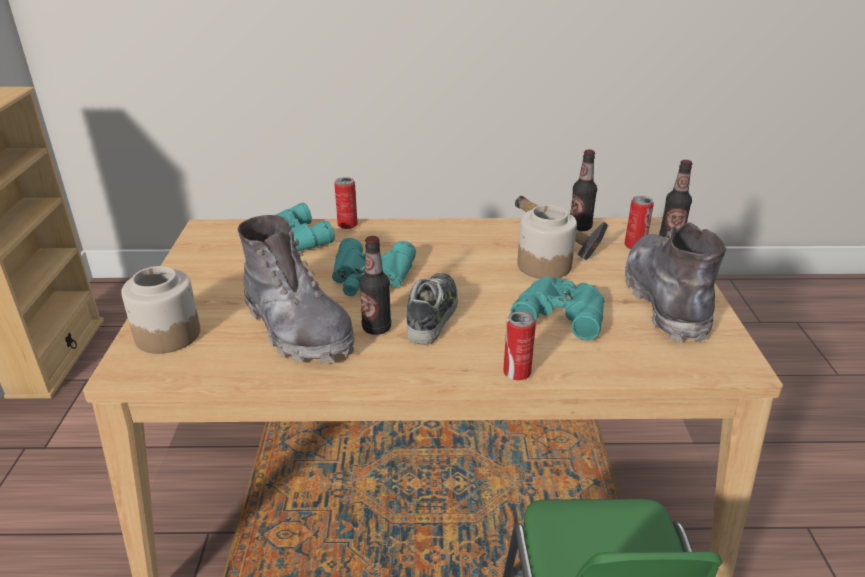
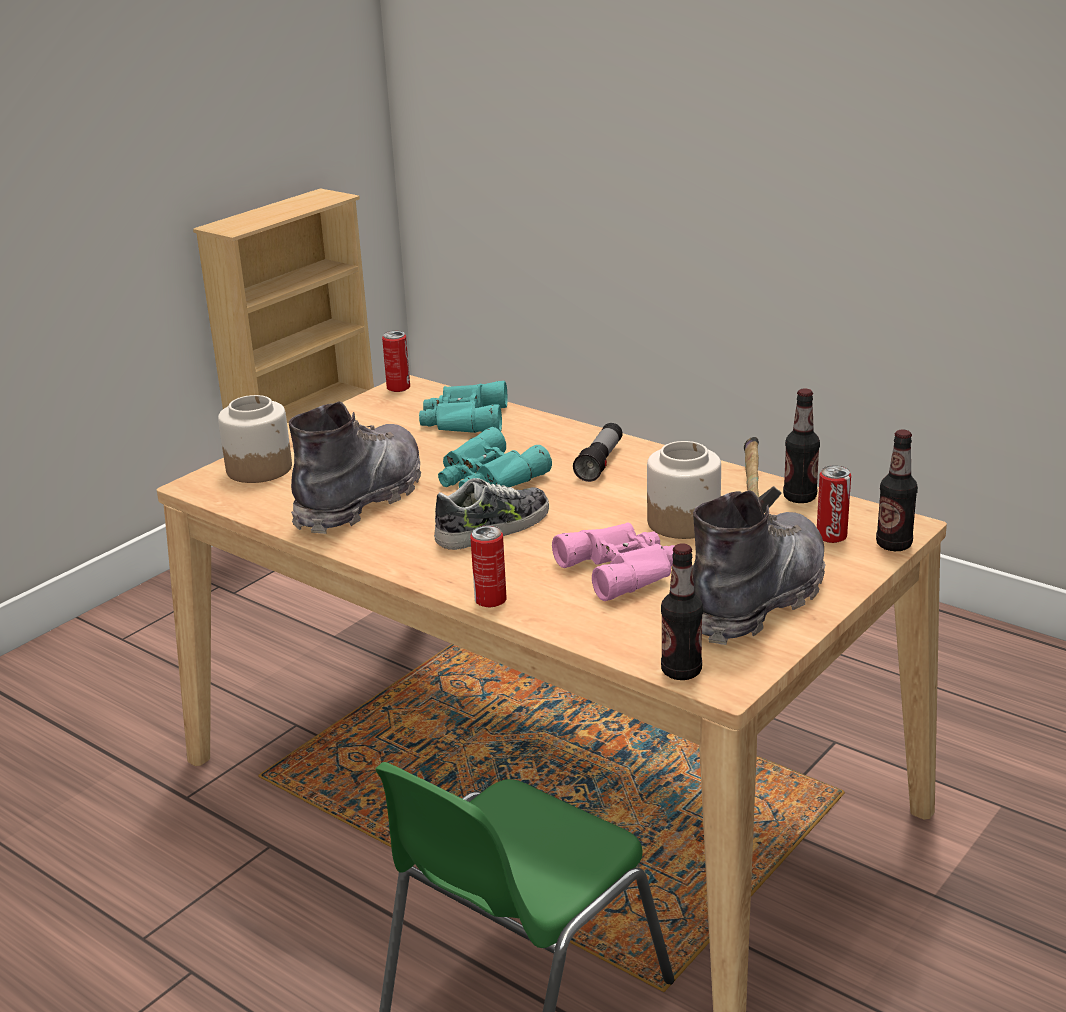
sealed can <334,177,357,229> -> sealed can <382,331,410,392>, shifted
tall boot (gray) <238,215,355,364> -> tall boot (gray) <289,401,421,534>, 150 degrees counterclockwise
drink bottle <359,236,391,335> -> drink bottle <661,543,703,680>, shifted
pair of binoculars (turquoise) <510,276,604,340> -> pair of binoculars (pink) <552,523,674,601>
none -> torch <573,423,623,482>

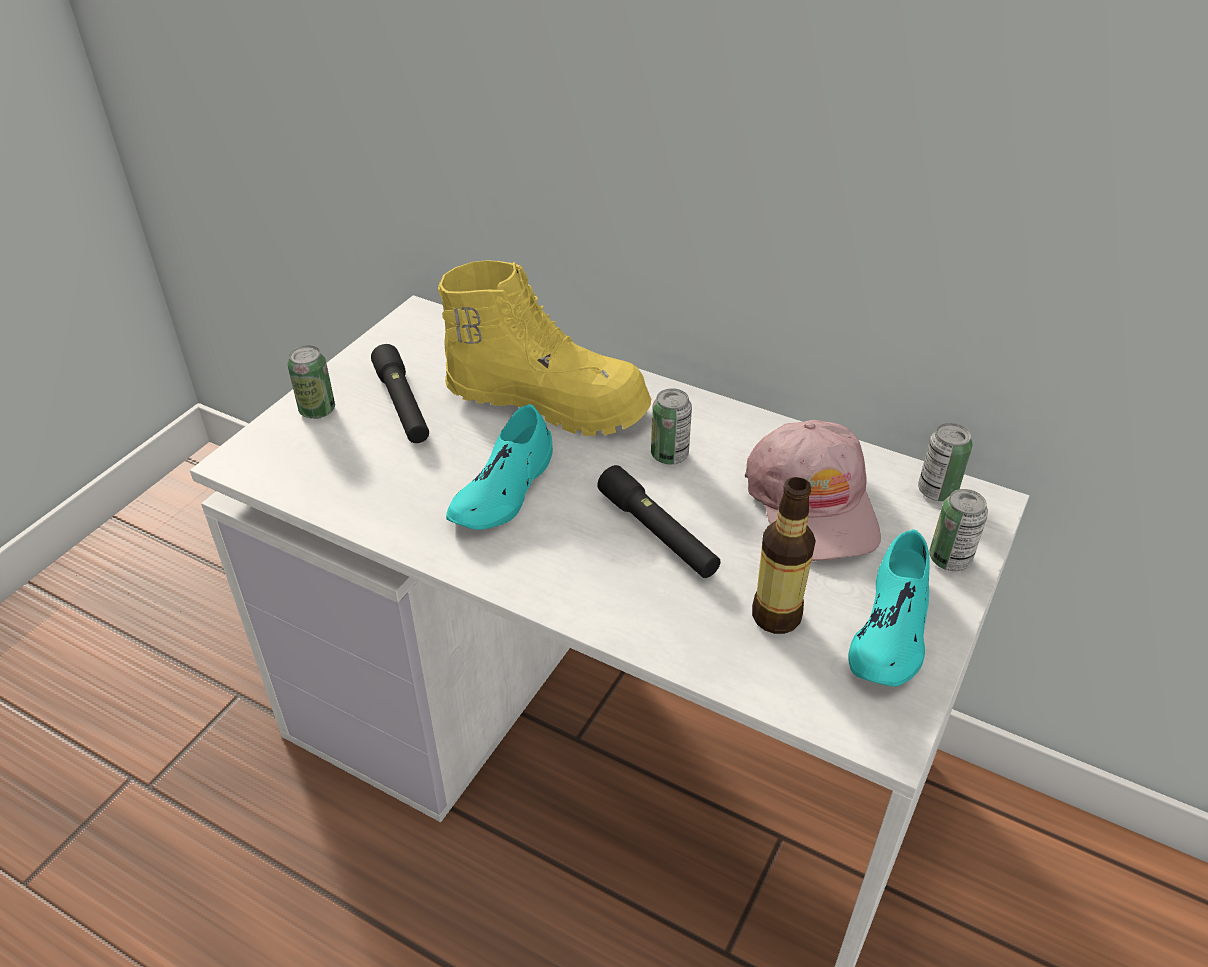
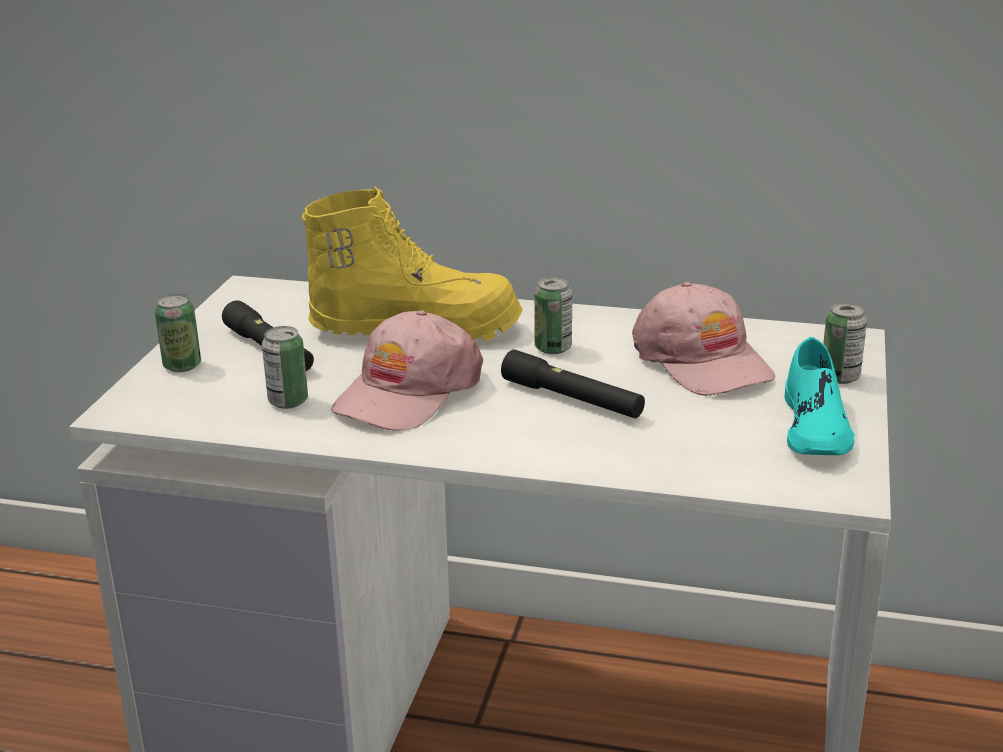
item of footwear (turquoise) <446,404,553,530> -> cap (pink) <331,310,483,431>
sealed can <918,423,972,501> -> sealed can <262,326,308,409>, shifted
drink bottle <752,477,816,634> -> none

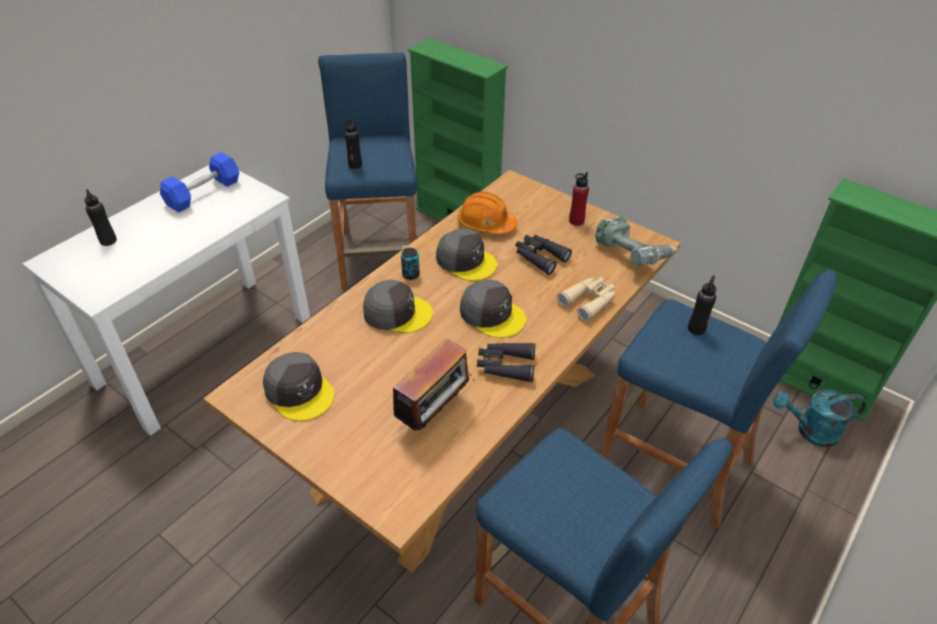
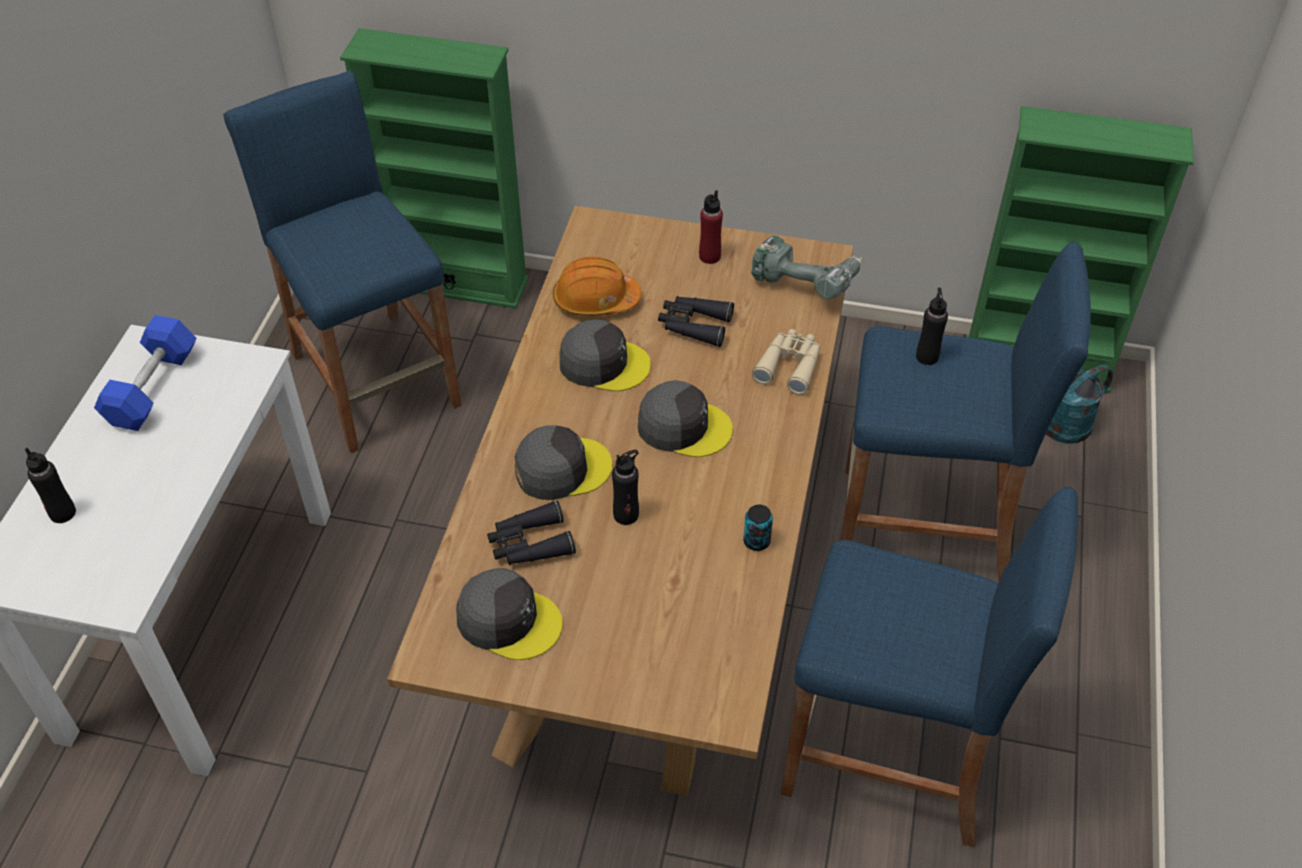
drink bottle (black-coloured) <345,119,362,169> -> drink bottle (black-coloured) <612,450,639,525>, shifted
sealed can <401,248,420,280> -> sealed can <743,504,773,551>, shifted
radio receiver <384,338,474,431> -> none
pair of binoculars (black-coloured) <477,343,535,383> -> pair of binoculars (black-coloured) <487,500,576,565>, shifted

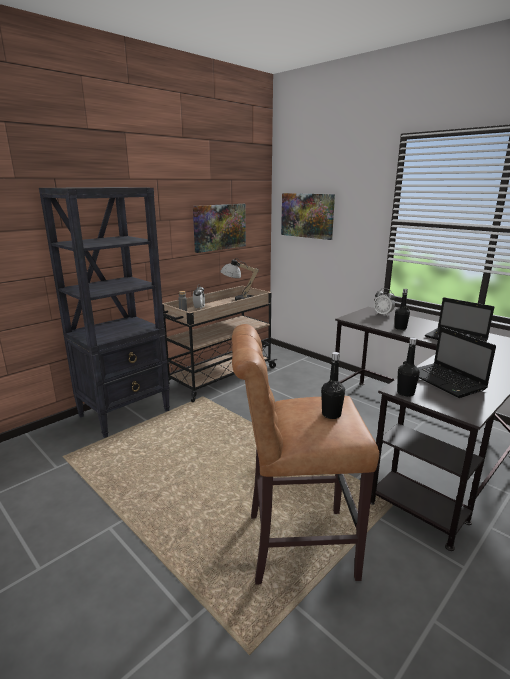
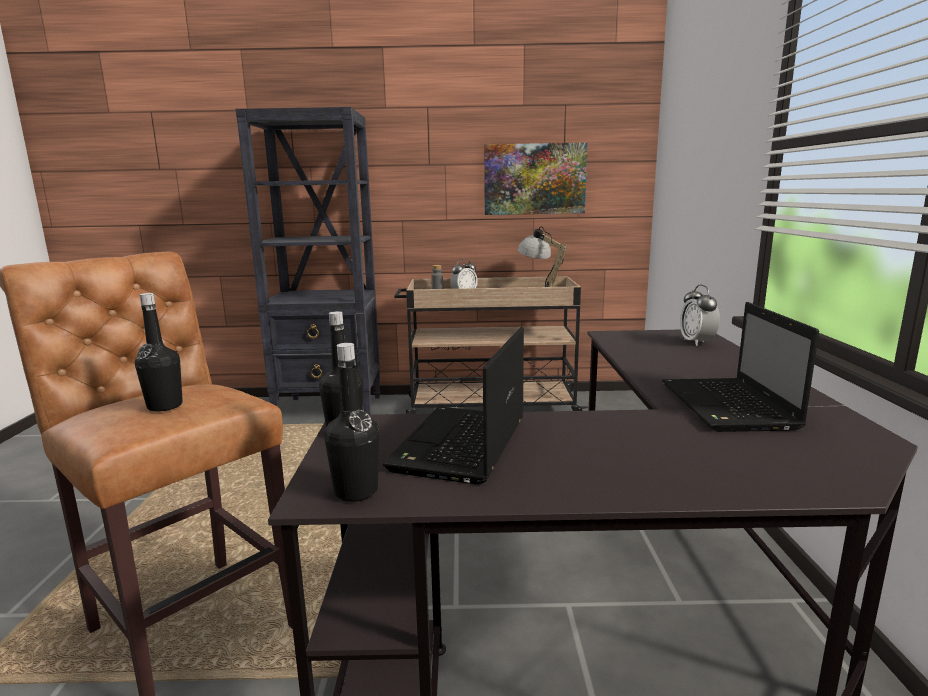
picture <281,193,335,240> -> none
drink bottle (black-coloured) <394,289,410,330> -> drink bottle (black-coloured) <324,343,380,502>, shifted

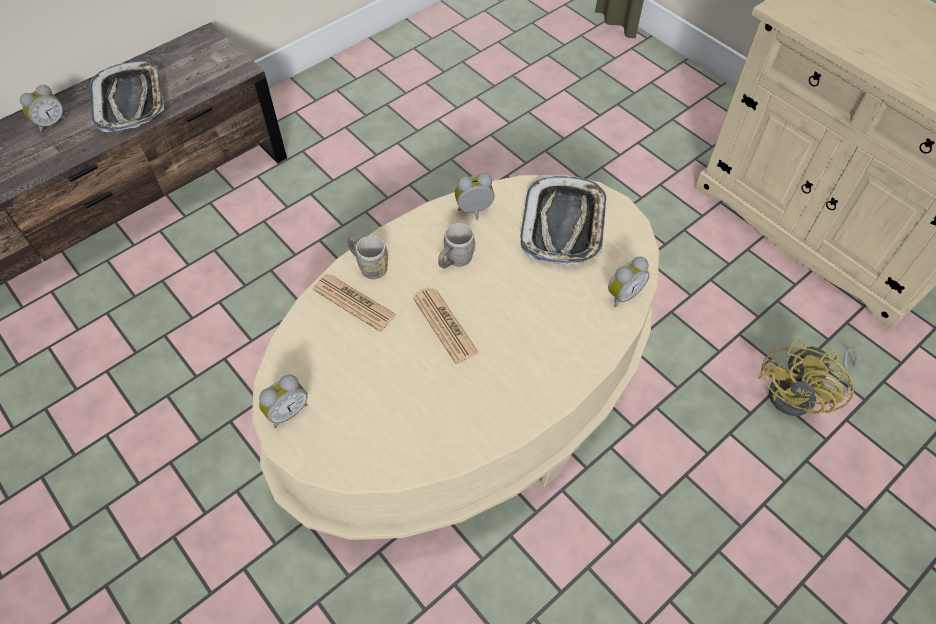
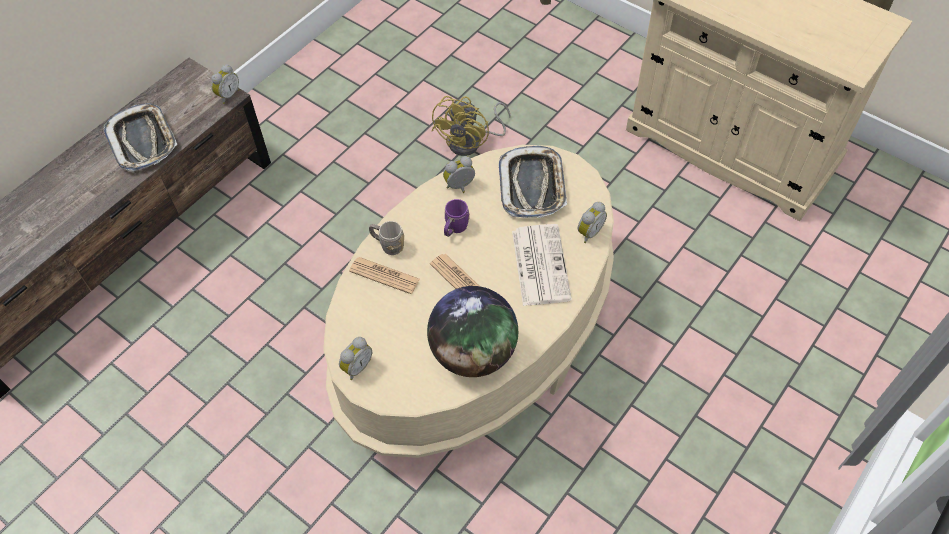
table clock <20,85,67,133> -> table clock <211,64,239,104>, shifted
coffee mug (gray) <438,223,475,269> -> coffee mug (purple-coloured) <444,199,470,237>
cooling fan (yellowish) <758,339,858,416> -> cooling fan (yellowish) <432,96,511,156>, shifted
none -> newspaper <512,224,572,306>
none -> world globe <427,286,518,377>

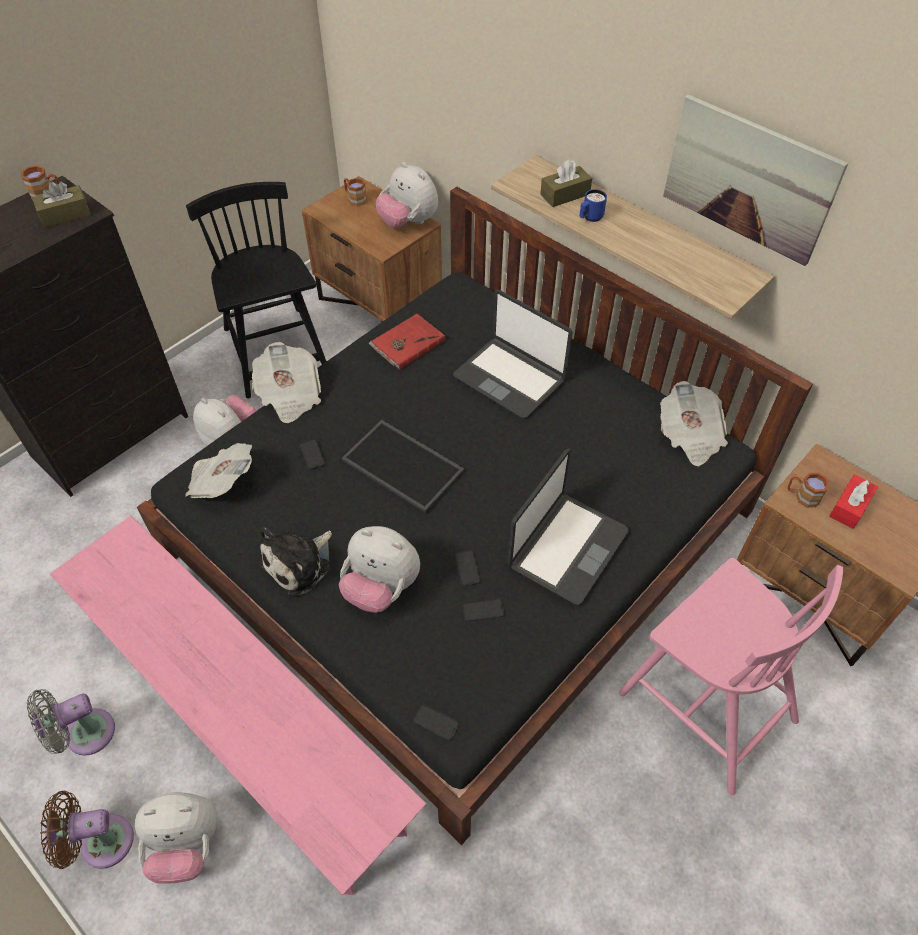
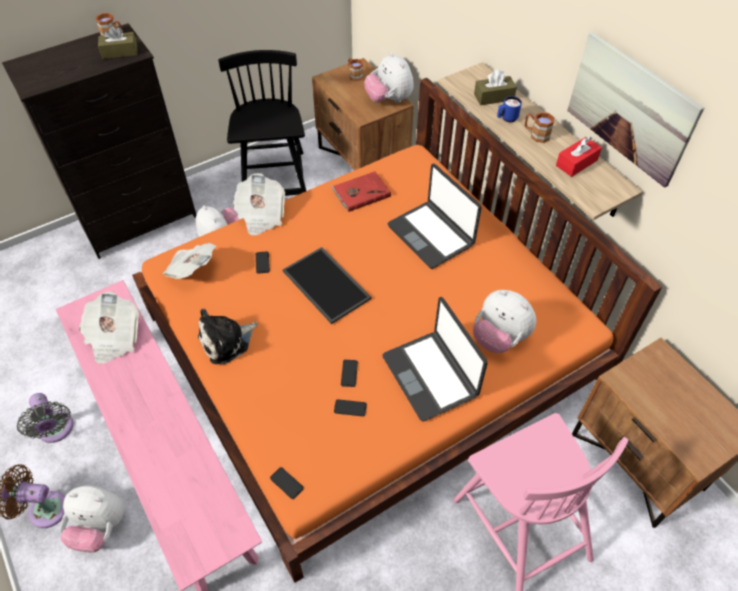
bedroom bed (black-coloured) <137,187,813,845> -> bedroom bed (orange) <132,78,662,583>
newspaper <660,381,728,466> -> newspaper <79,291,139,364>, shifted
laptop <508,449,629,605> -> laptop <382,297,488,421>, 105 degrees clockwise
coffee mug (brownish) <788,472,830,508> -> coffee mug (brownish) <525,112,555,143>, shifted
tissue holder (reddish) <829,475,878,529> -> tissue holder (reddish) <556,136,602,177>, shifted
cuddly toy <339,526,420,613> -> cuddly toy <473,290,536,353>, shifted
cooling fan (gray) <27,689,115,756> -> cooling fan (gray) <17,393,73,443>, 105 degrees counterclockwise

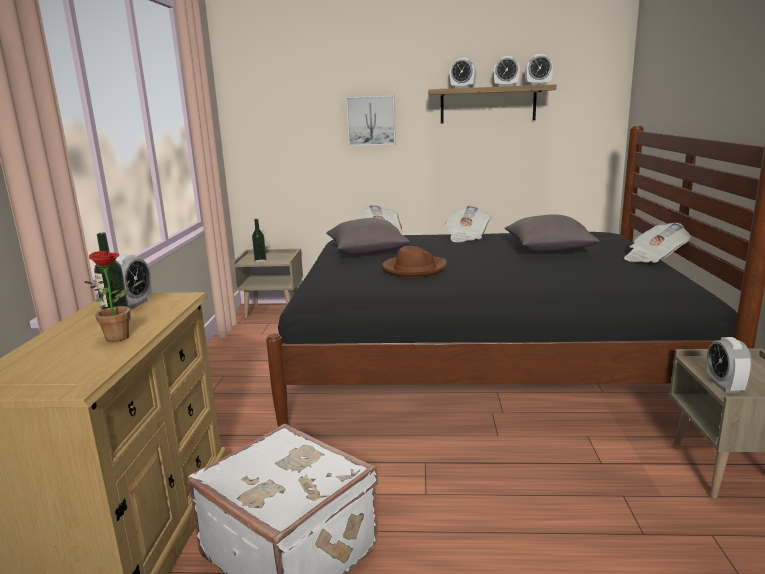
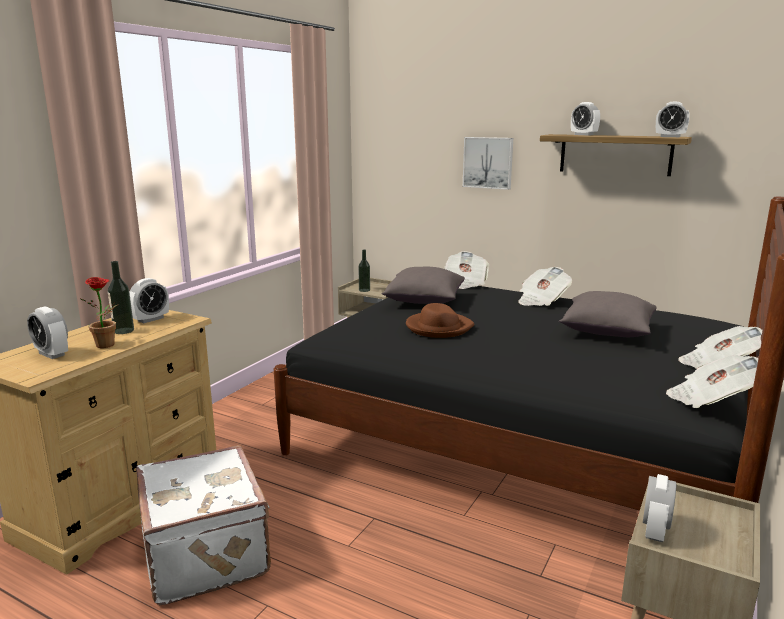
table clock <494,56,520,87> -> table clock <27,306,68,359>, shifted
none -> newspaper <666,355,758,408>

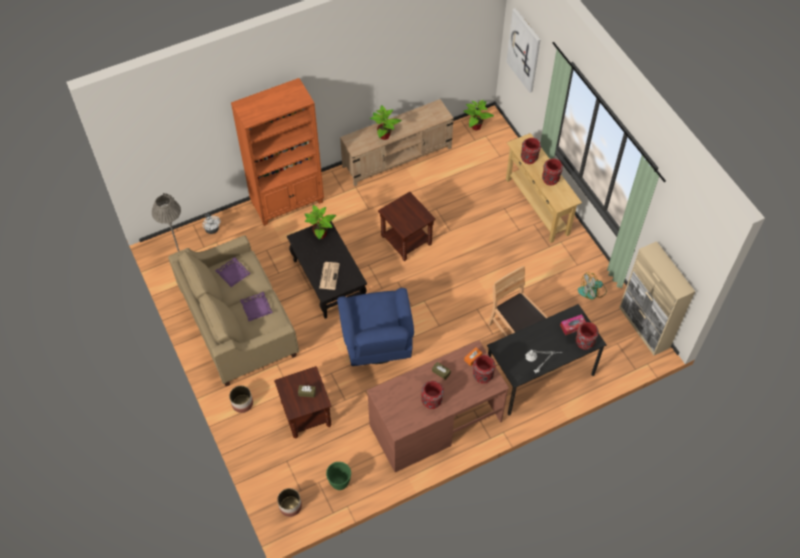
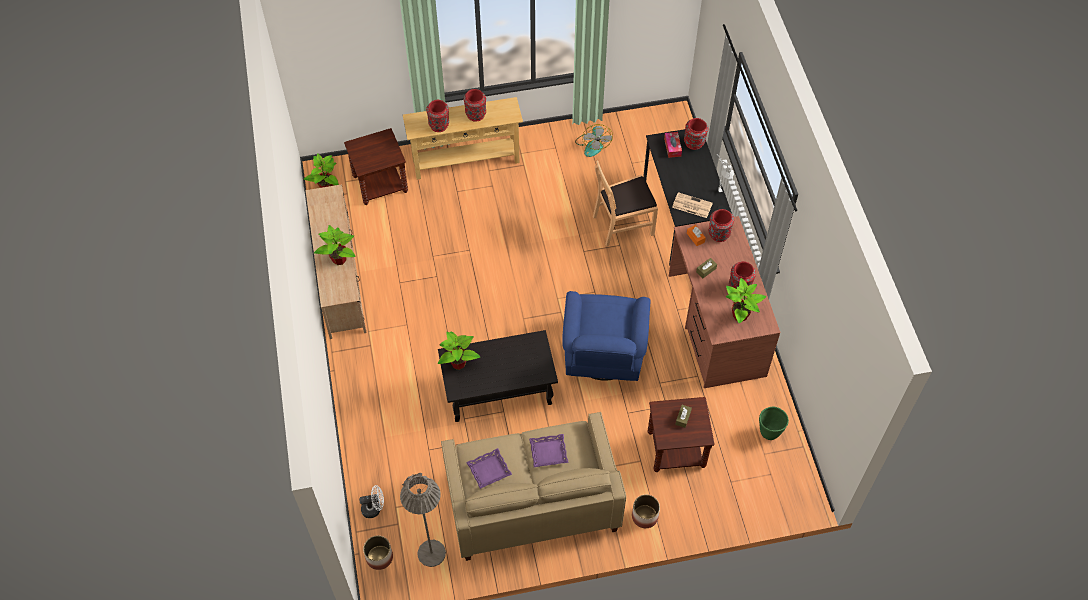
picture <506,8,541,93> -> none
bookcase (orange) <231,78,324,226> -> none
side table (brownish) <378,192,436,261> -> side table (brownish) <344,128,408,205>, shifted
cupboard (sand-coloured) <619,241,695,355> -> none
newspaper <319,262,340,290> -> newspaper <672,192,713,218>, shifted
easy chair (bluish) <337,288,414,366> -> easy chair (bluish) <562,291,650,381>, 90 degrees clockwise
planter <277,488,302,517> -> planter <363,536,393,570>, shifted
none -> plant in a pot <726,278,766,323>

